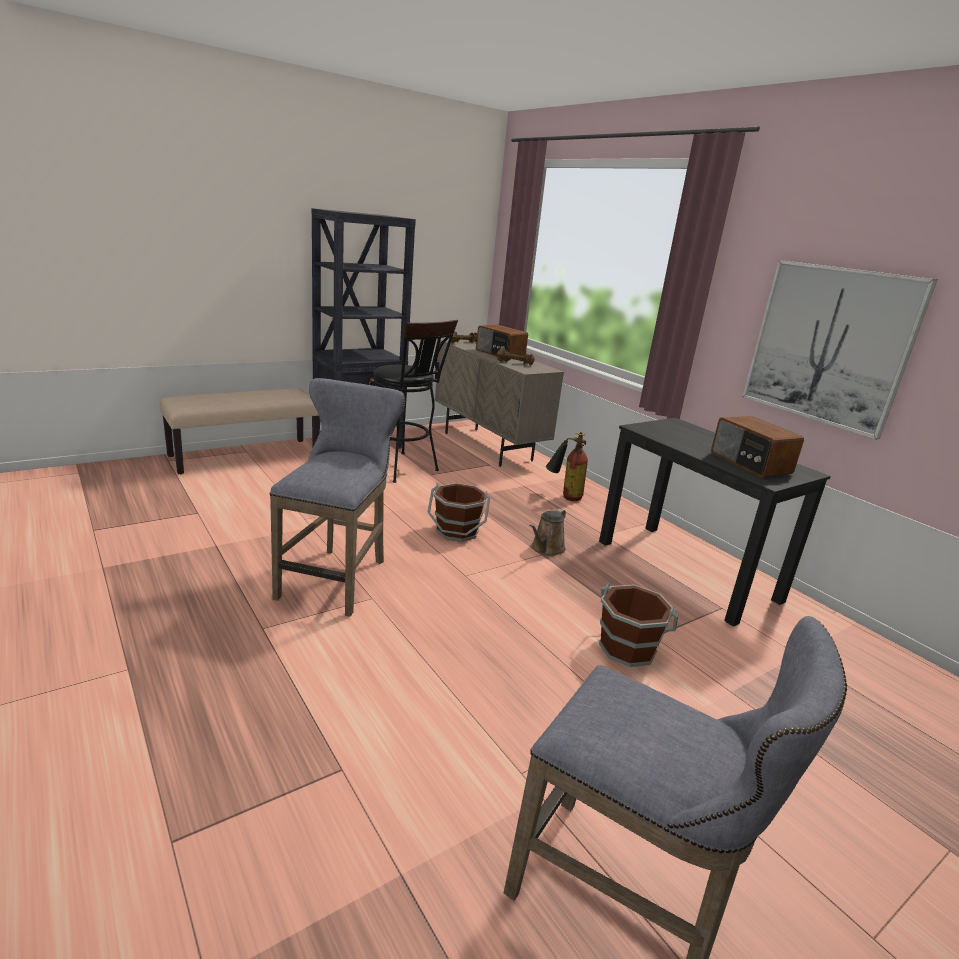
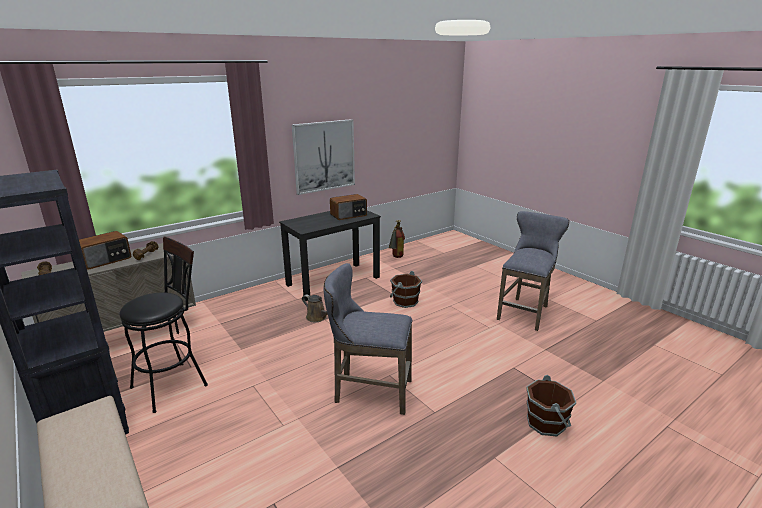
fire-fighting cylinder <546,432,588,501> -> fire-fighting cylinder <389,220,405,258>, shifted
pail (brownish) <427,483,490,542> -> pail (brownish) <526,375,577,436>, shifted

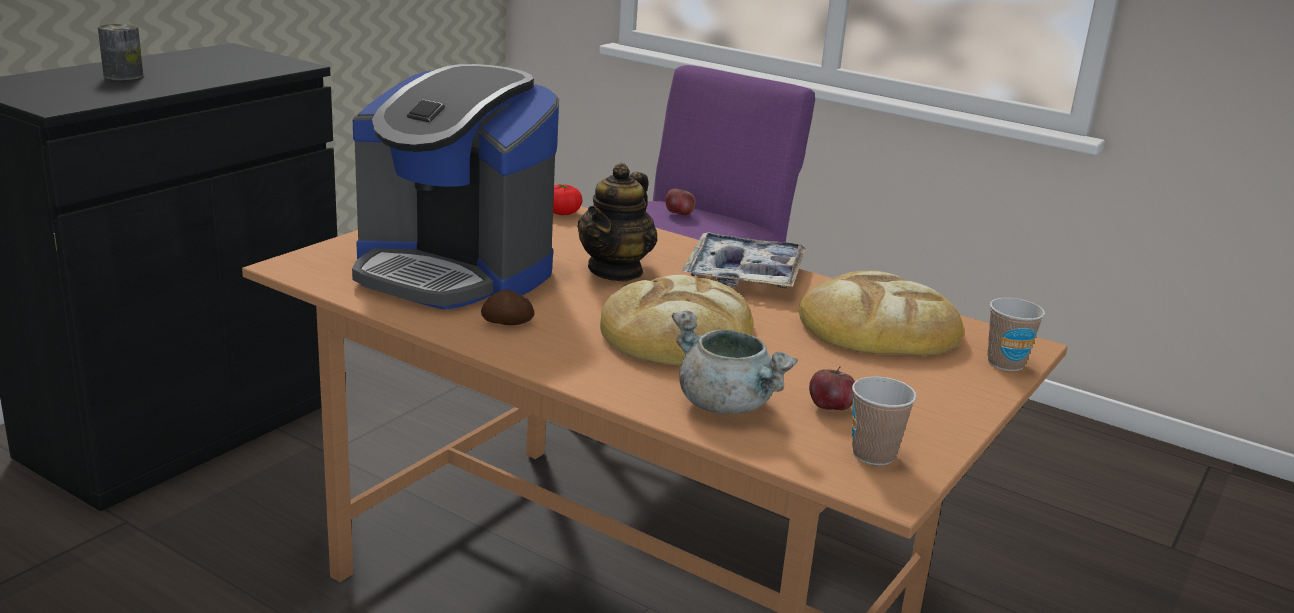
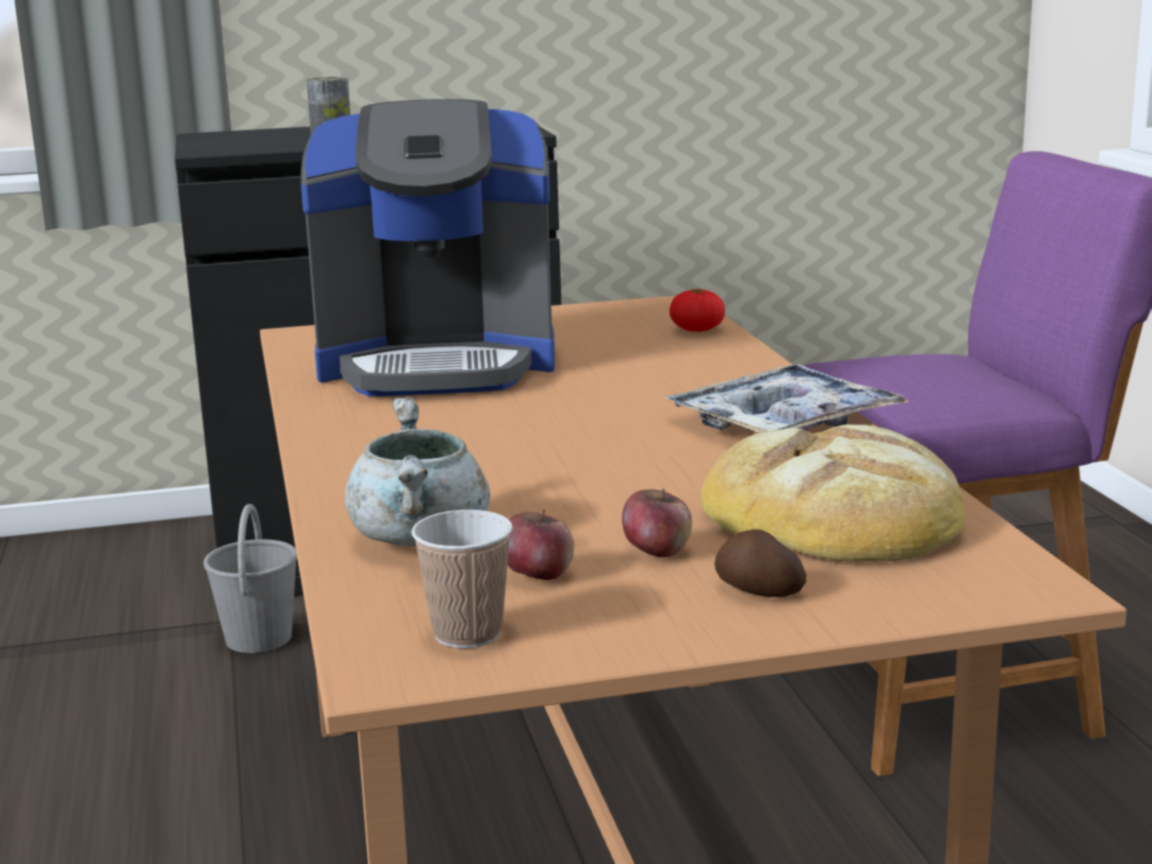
coffee brewer <352,64,559,310> -> coffee brewer <301,99,555,396>, 75 degrees counterclockwise
pot for tea <577,163,658,282> -> none
apple fruit <665,187,695,216> -> apple fruit <622,489,692,557>, shifted
bakery bread <600,275,753,366> -> none
potato <481,289,534,325> -> potato <714,529,806,597>, shifted
drinking cup <988,298,1045,371> -> none
none -> pail (gray) <203,504,297,653>

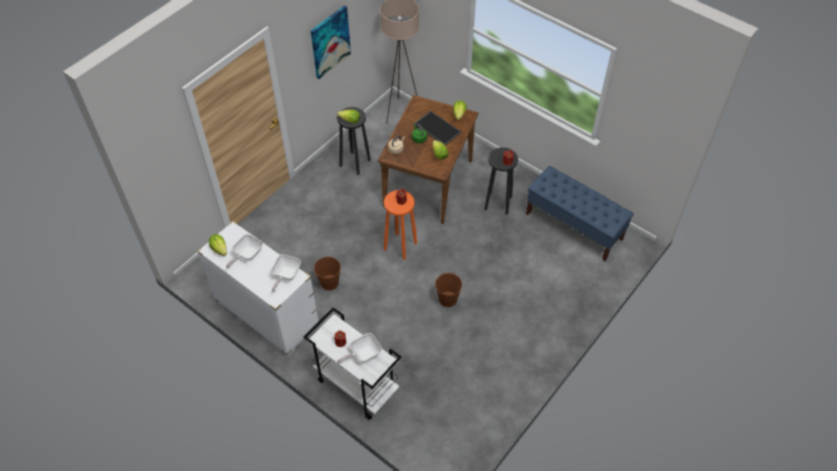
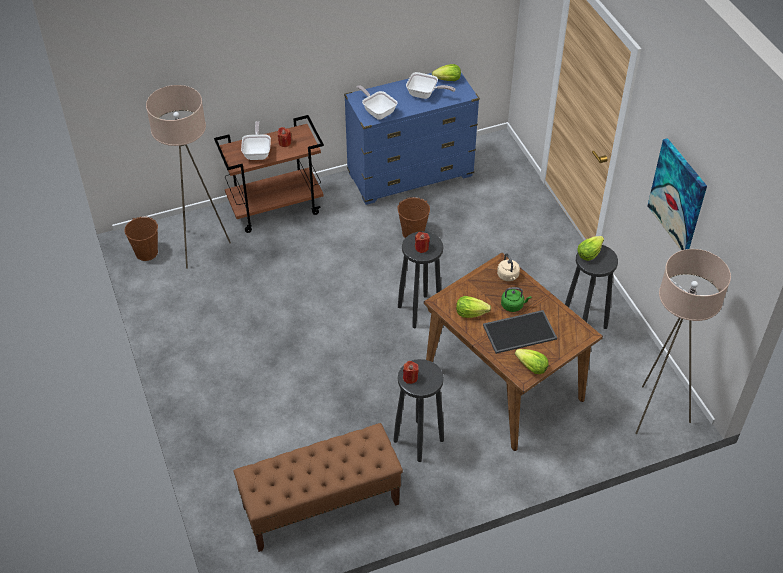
indoor bench (bluish) <526,166,634,261> -> indoor bench (brownish) <234,423,403,552>
stool (orange) <384,190,417,260> -> stool (black-coloured) <398,231,443,328>
chest of drawers (whitish) <197,221,319,356> -> chest of drawers (bluish) <344,73,480,205>
pan <226,234,263,268> -> pan <406,72,456,99>, 135 degrees clockwise
pail (brownish) <435,273,462,307> -> pail (brownish) <125,216,158,261>, shifted
wheeled cart (whitish) <303,307,402,420> -> wheeled cart (brownish) <214,115,324,233>
none -> standard lamp (sand-coloured) <146,85,231,269>

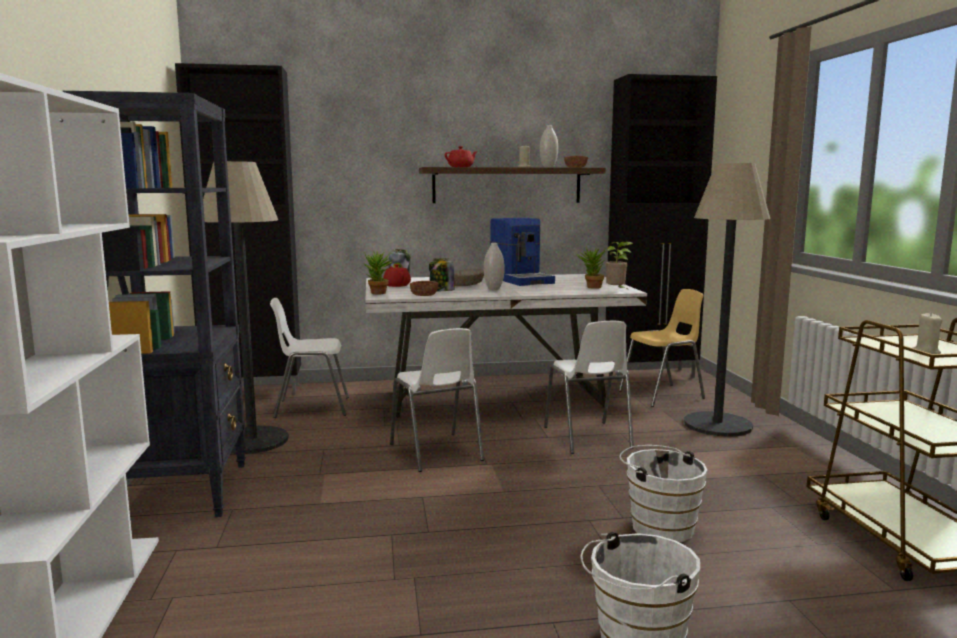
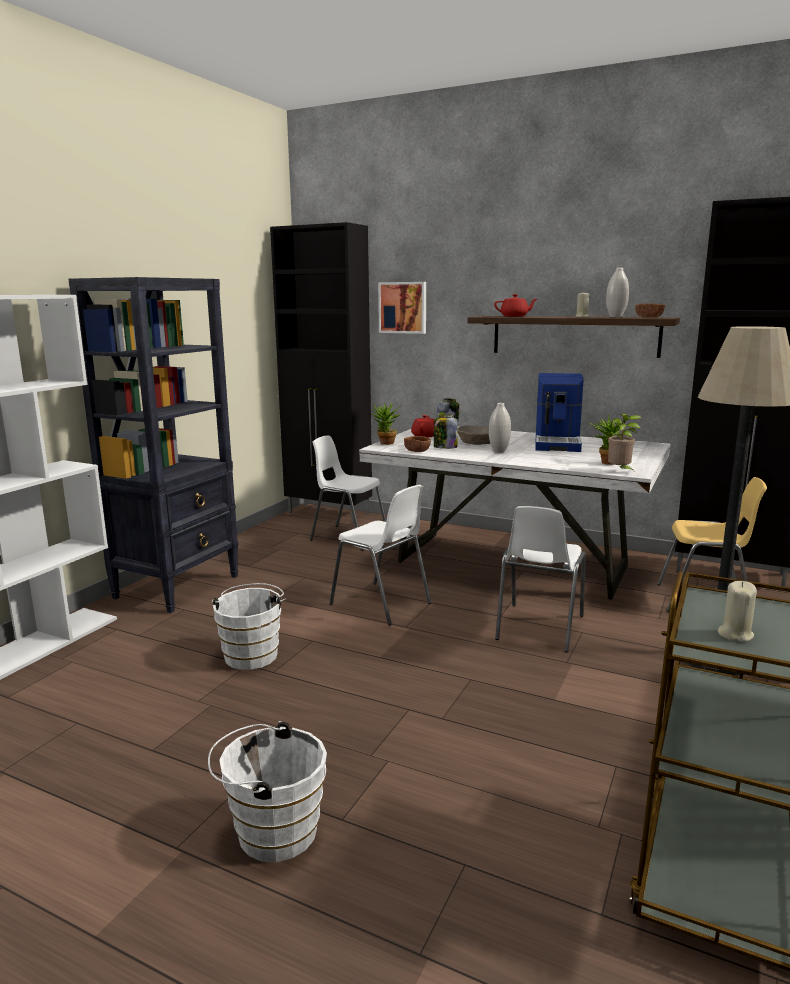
standard lamp <203,161,289,454> -> none
upright chair (whitish) <390,328,484,472> -> upright chair (whitish) <329,485,431,626>, 60 degrees counterclockwise
pail (whitish) <620,445,707,542> -> pail (whitish) <212,583,286,670>, shifted
none -> picture <378,282,426,334>

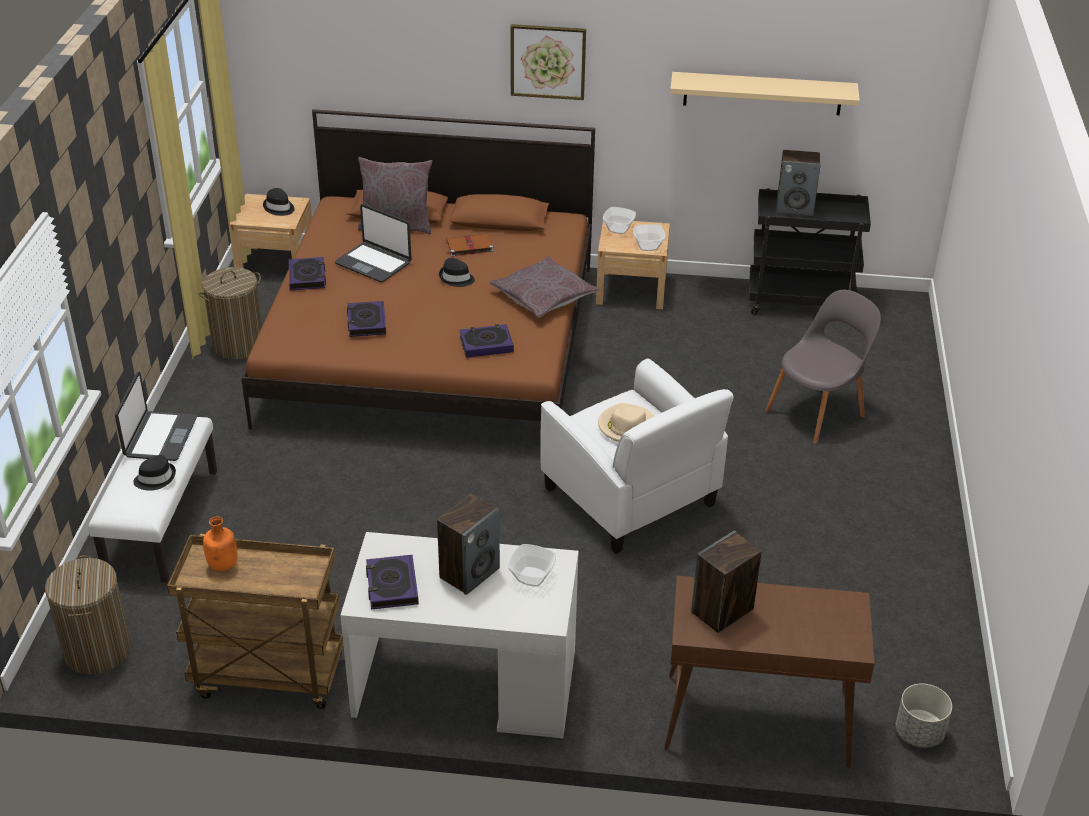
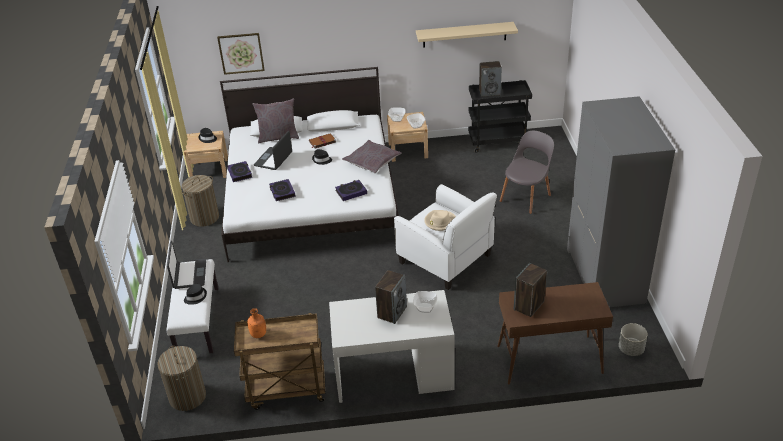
picture <511,24,586,100> -> picture <217,33,265,75>, shifted
bedroom bed (brownish) <241,109,595,430> -> bedroom bed (whitish) <220,67,399,262>
laptop <335,204,411,282> -> laptop <254,131,292,170>, 90 degrees clockwise
book <366,555,419,609> -> none
none -> wardrobe (gray) <567,96,675,307>

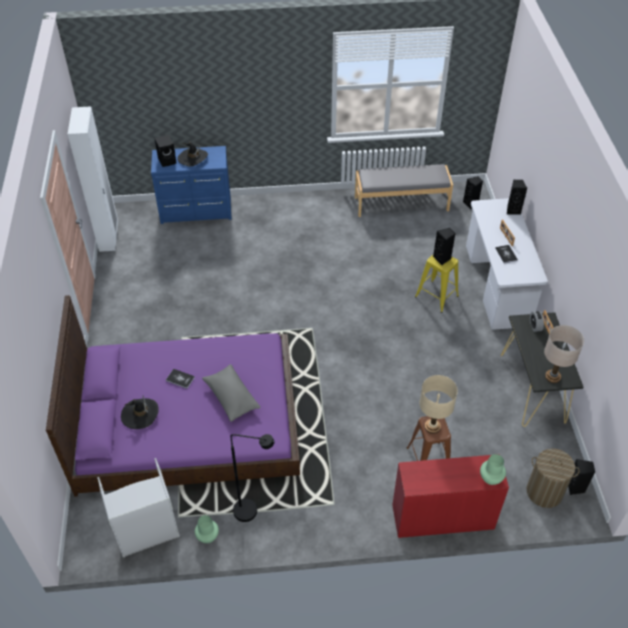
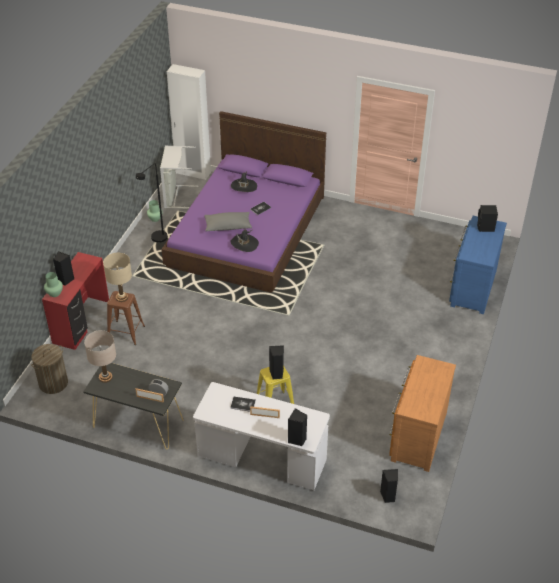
wardrobe (whitish) <68,107,118,252> -> wardrobe (whitish) <167,64,211,180>, shifted
clothing hat (black-coloured) <177,141,208,166> -> clothing hat (black-coloured) <230,229,259,252>, shifted
indoor bench (gray) <355,164,453,217> -> chest of drawers (brownish) <389,355,456,472>
audio speaker (black-coloured) <568,459,595,495> -> audio speaker (black-coloured) <53,251,74,286>, shifted

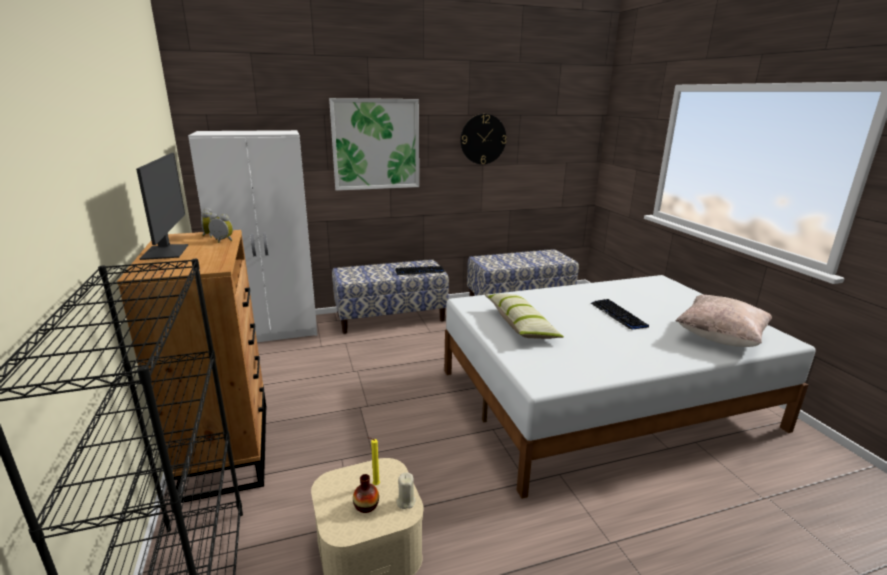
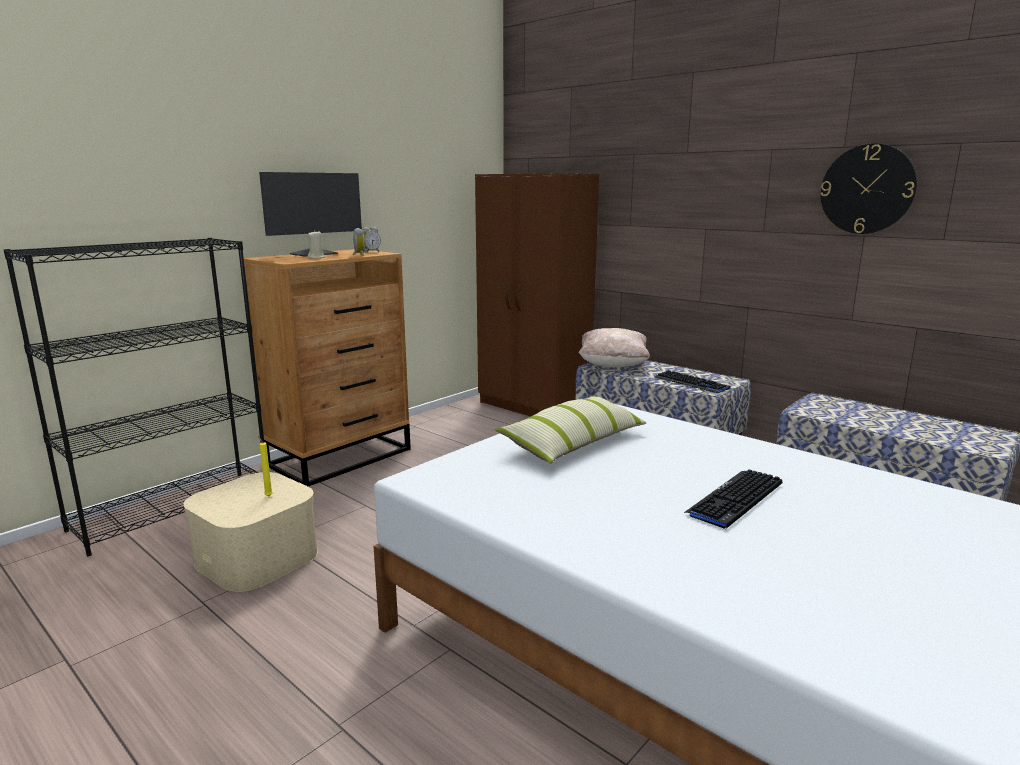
picture <329,98,419,191> -> none
wardrobe (whitish) <188,130,317,342> -> wardrobe (brownish) <475,173,599,417>
throw pillow (sand-coloured) <675,295,772,347> -> throw pillow (sand-coloured) <579,328,650,367>, shifted
wax light (sand-coloured) <396,472,416,509> -> wax light (sand-coloured) <308,230,325,259>, shifted
vase <353,474,379,513> -> none

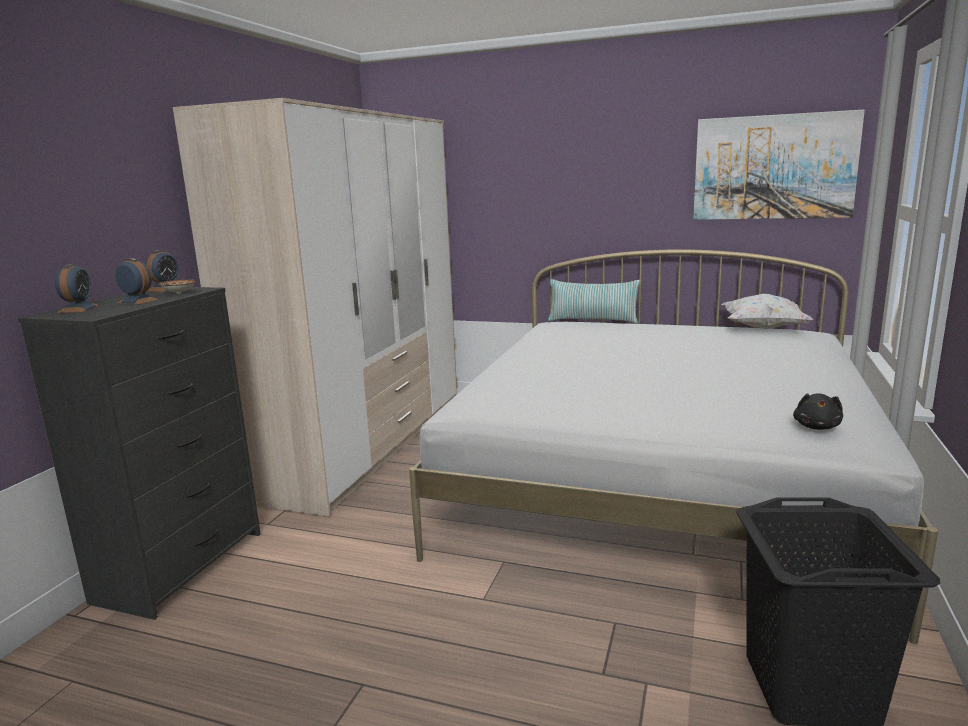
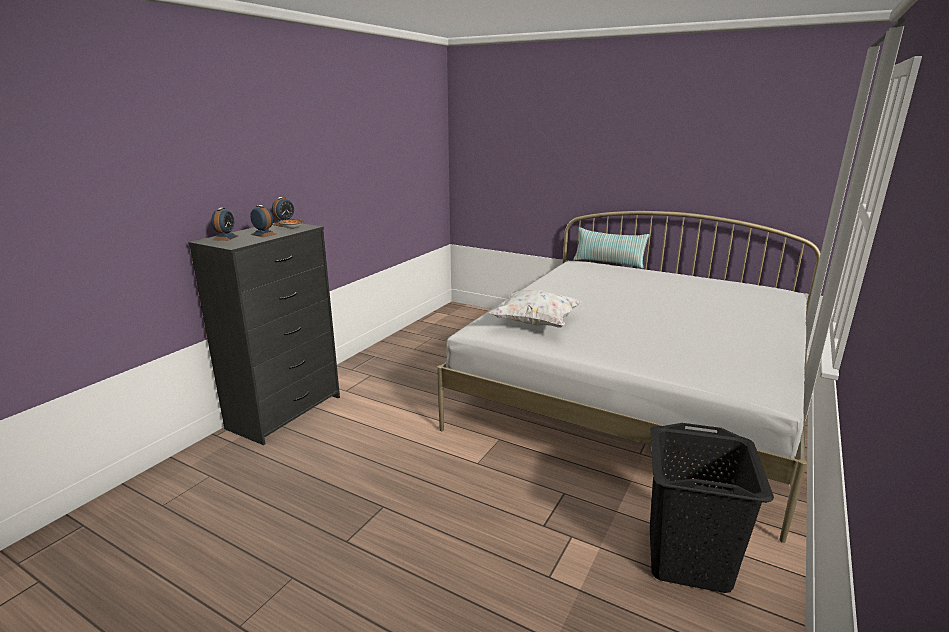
wardrobe <173,98,457,517> -> none
picture <693,110,865,220> -> none
throw pillow (whitish) <721,294,813,329> -> throw pillow (whitish) <489,290,582,327>, shifted
cuddly toy (black-coloured) <793,393,843,430> -> none

